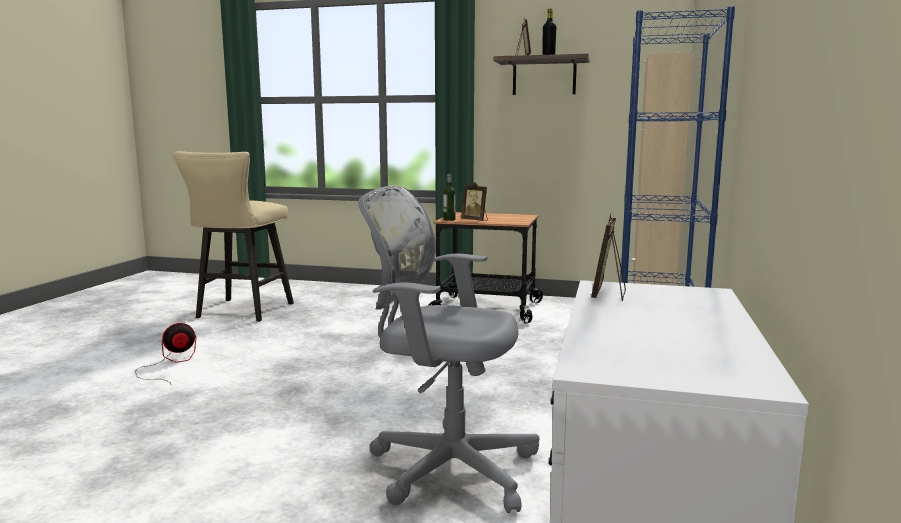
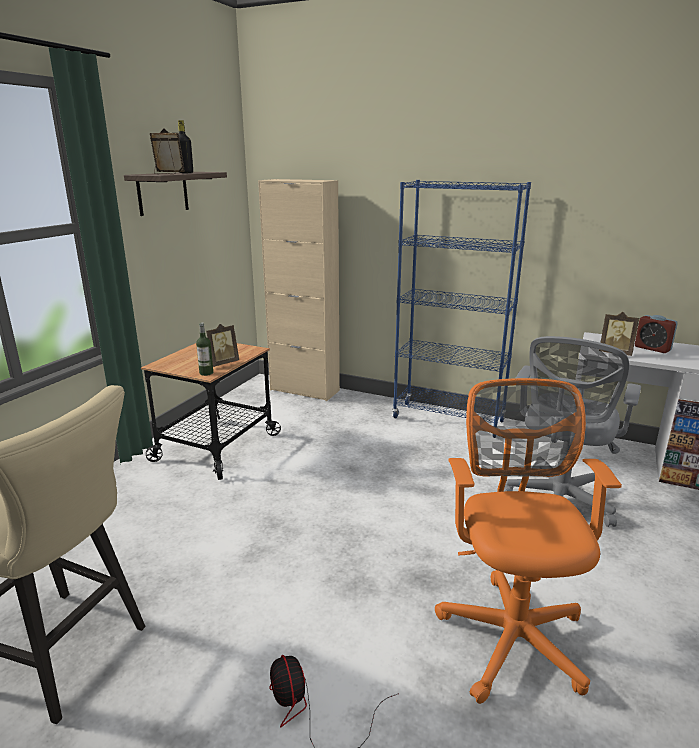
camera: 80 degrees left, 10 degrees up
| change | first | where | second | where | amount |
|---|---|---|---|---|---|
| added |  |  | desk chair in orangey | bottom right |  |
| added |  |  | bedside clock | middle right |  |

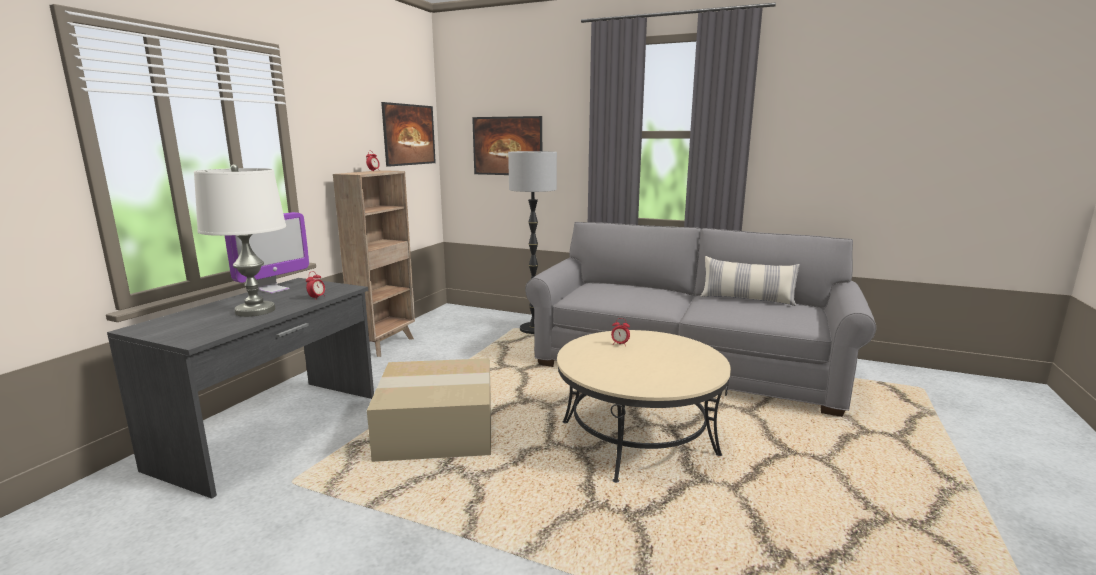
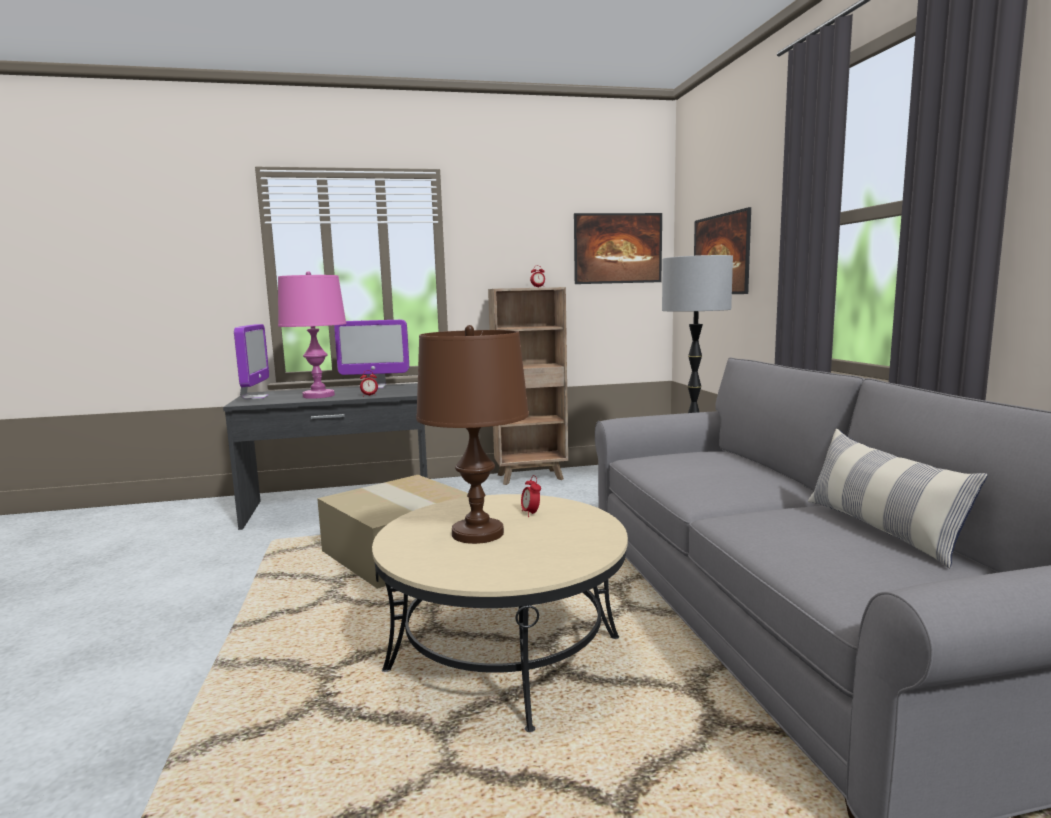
camera: 55 degrees right, 5 degrees down
| change | first | where | second | where | amount |
|---|---|---|---|---|---|
| added |  |  | computer screen (1st from left) | middle left |  |
| recoloured | lamp for a table in whitish | middle left | lamp for a table in pink | middle left |  |
| added |  |  | lamp for a table in brown | centre |  |

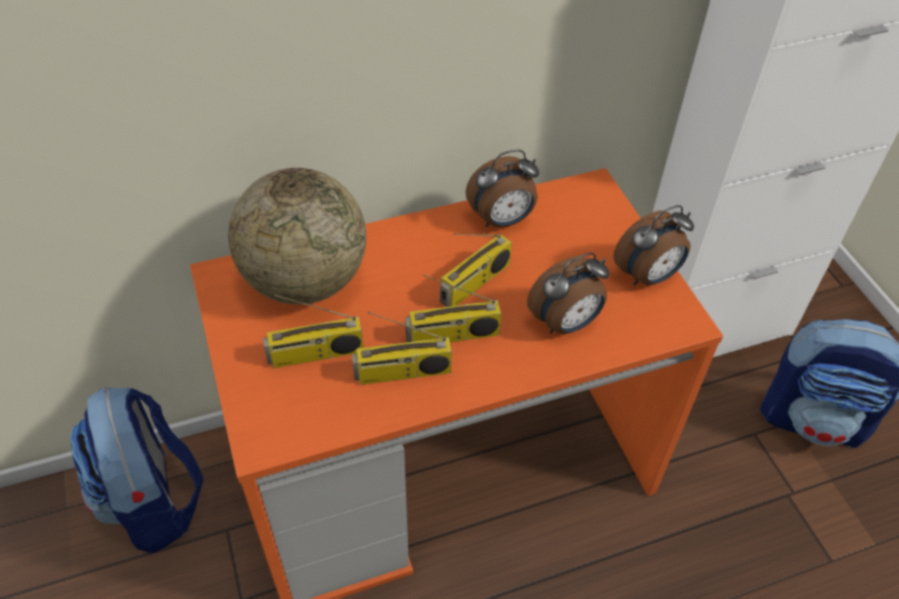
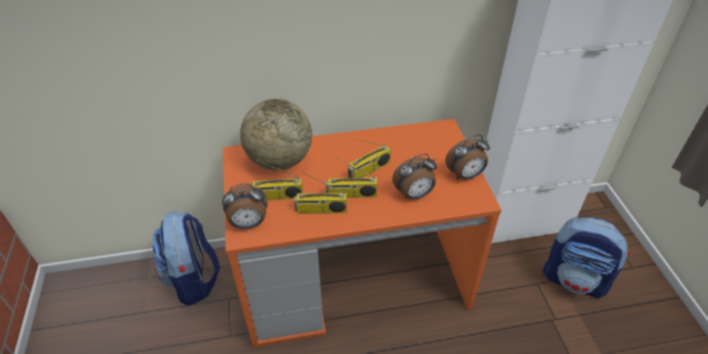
camera: 10 degrees right, 5 degrees down
| change | first | where | second | where | amount |
|---|---|---|---|---|---|
| moved | bedside clock (1st from left) | top centre |  | centre |  |

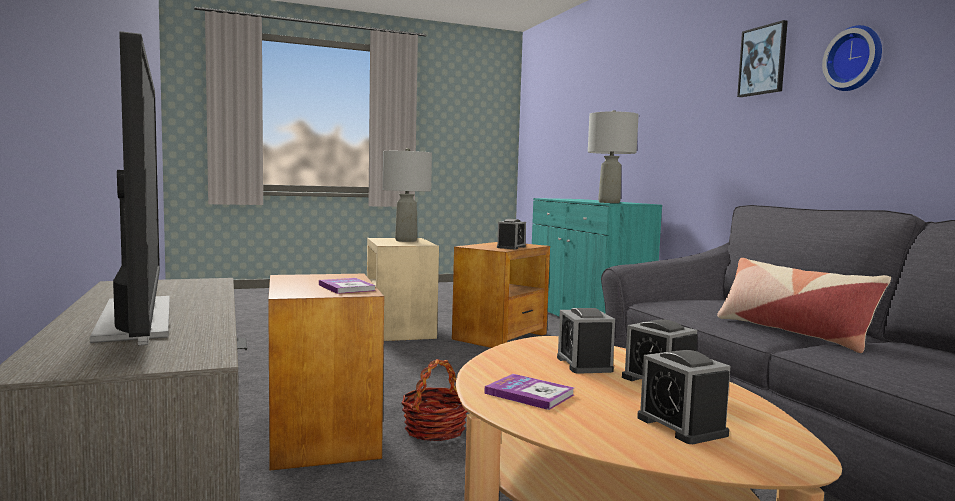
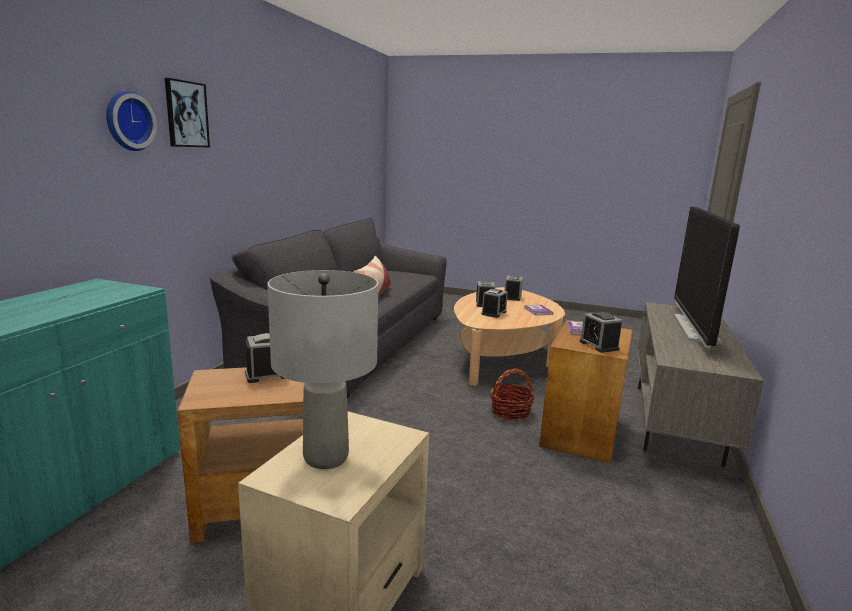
camera: 140 degrees left, 10 degrees up
| change | first | where | second | where | amount |
|---|---|---|---|---|---|
| moved | clock on the wall | top right |  | top left |  |
| added |  |  | bedside clock (5th from left) | middle right |  |
| removed | lamp for a table in grey (2nd from left) | top centre |  |  |  |

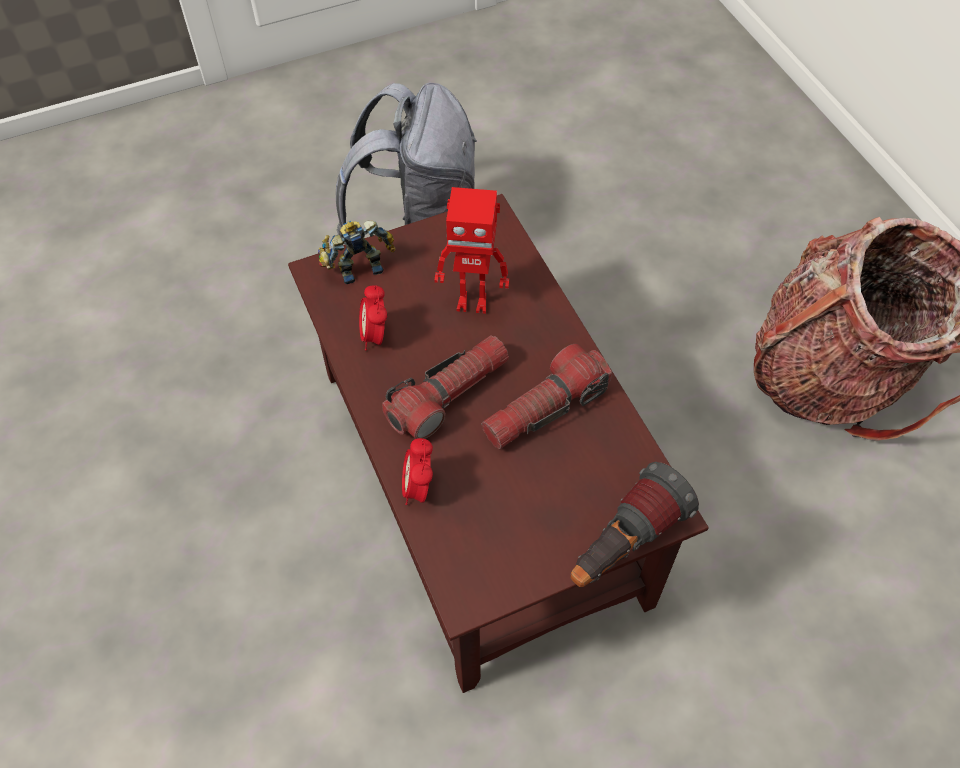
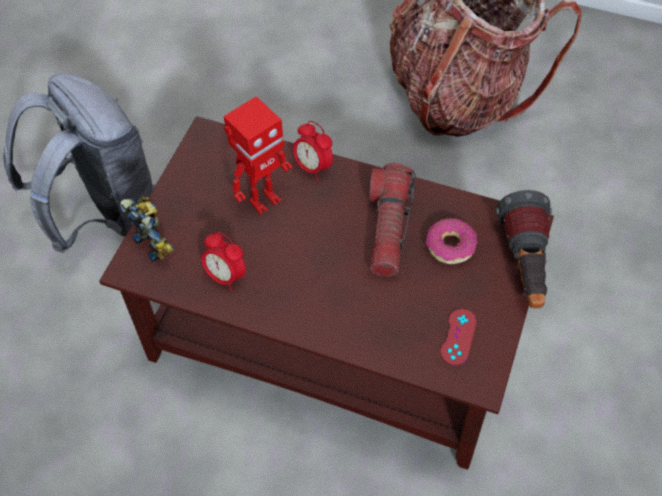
camera: 45 degrees left, 0 degrees up
| change | first | where | second | where | amount |
|---|---|---|---|---|---|
| turned | toy robot (1st from left) | top centre |  | middle left | 120 degrees clockwise |
| moved | bedside clock (2nd from left) | centre |  | top centre |  |
| added |  |  | donut | middle right |  |
| added |  |  | game controller in red | bottom right |  |
| removed | flashlight (1st from left) | centre |  |  |  |

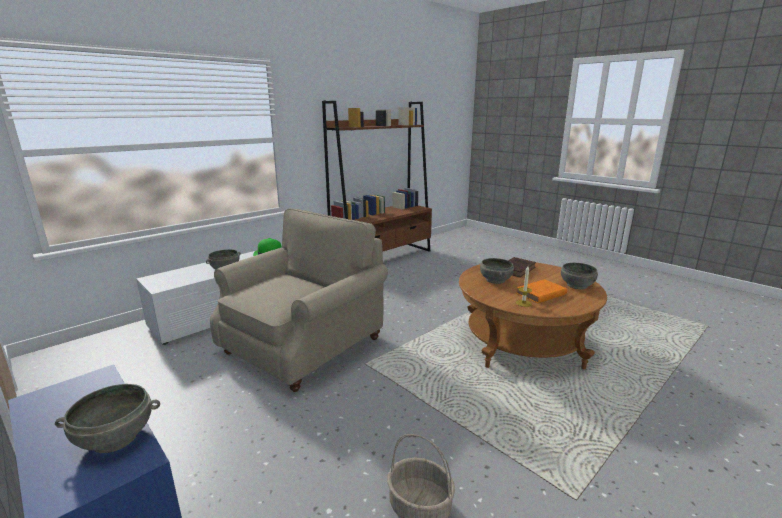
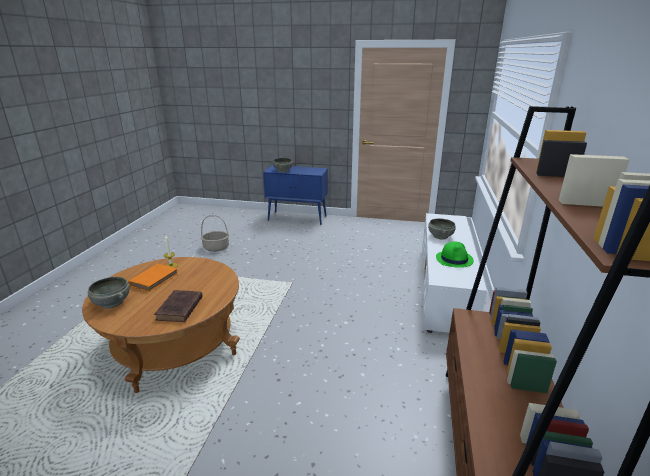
camera: 145 degrees right, 5 degrees up
| change | first | where | second | where | amount |
|---|---|---|---|---|---|
| removed | lounge chair in sand-coloured | centre |  |  |  |
| removed | deep dish in grey (3rd from left) | centre |  |  |  |

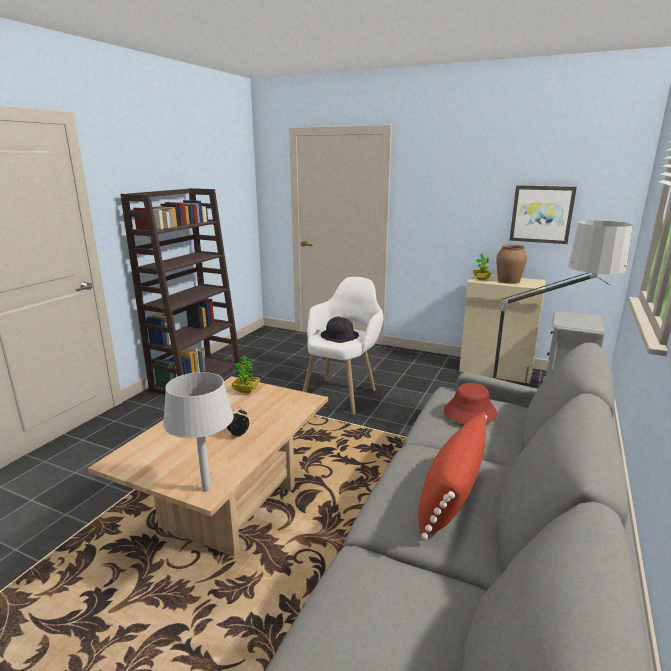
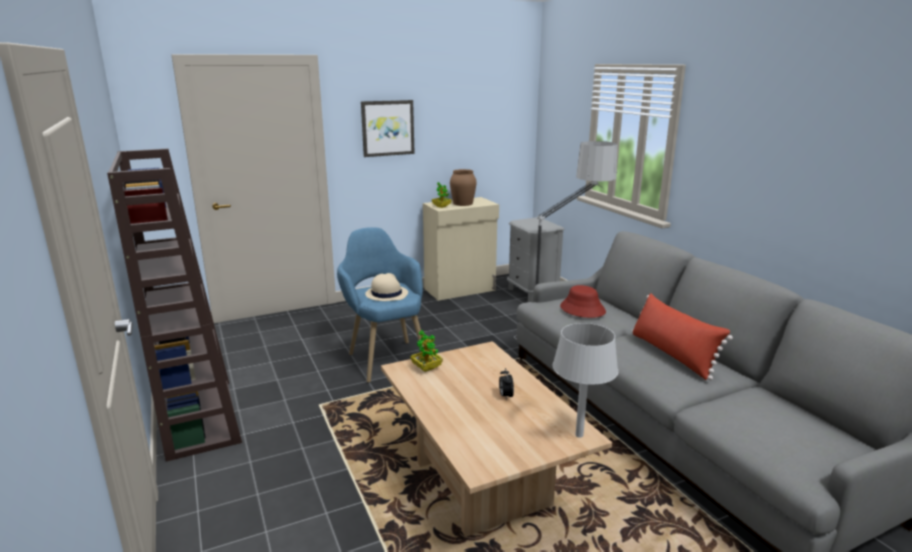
camera: 50 degrees left, 0 degrees up
| change | first | where | second | where | amount |
|---|---|---|---|---|---|
| recoloured | lounge chair in whitish | centre | lounge chair in bluish | centre |  |
| moved | wall art | top right |  | top centre |  |
| recoloured | hat in blackish | centre | hat in sand-coloured | centre |  |

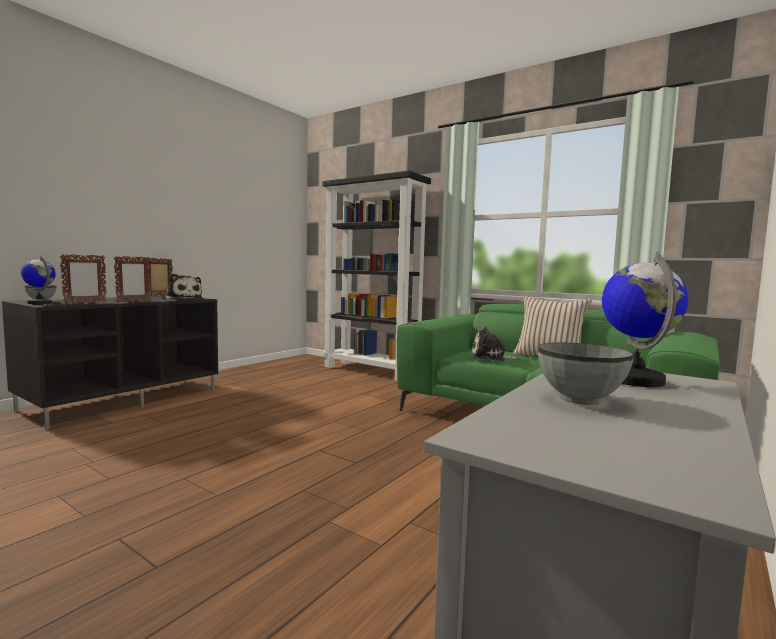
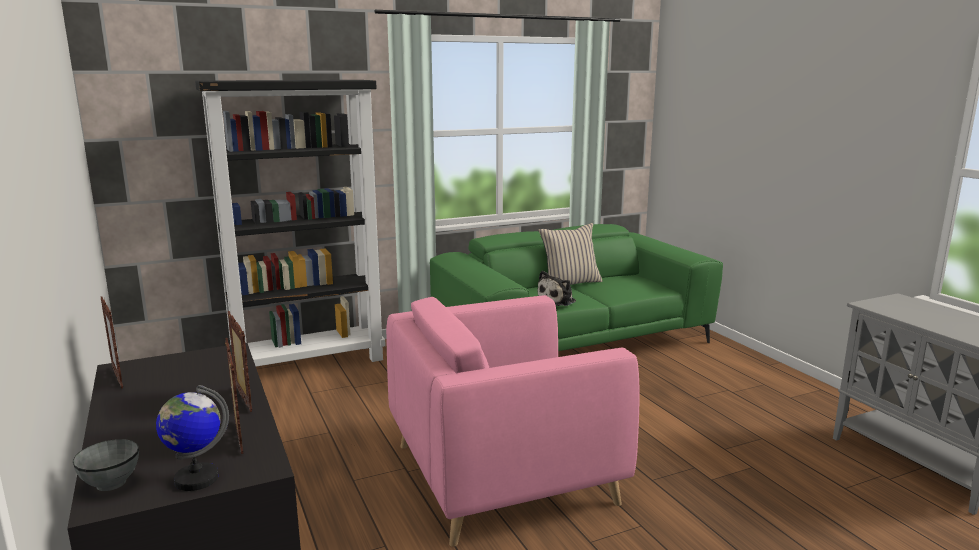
camera: 60 degrees left, 10 degrees up
| change | first | where | second | where | amount |
|---|---|---|---|---|---|
| added |  |  | lounge chair in pink | bottom centre |  |
| removed | cuddly toy (1st from left) | middle left |  |  |  |
| removed | deep dish in grey (2nd from left) | middle right |  |  |  |
| removed | world globe (2nd from left) | middle right |  |  |  |

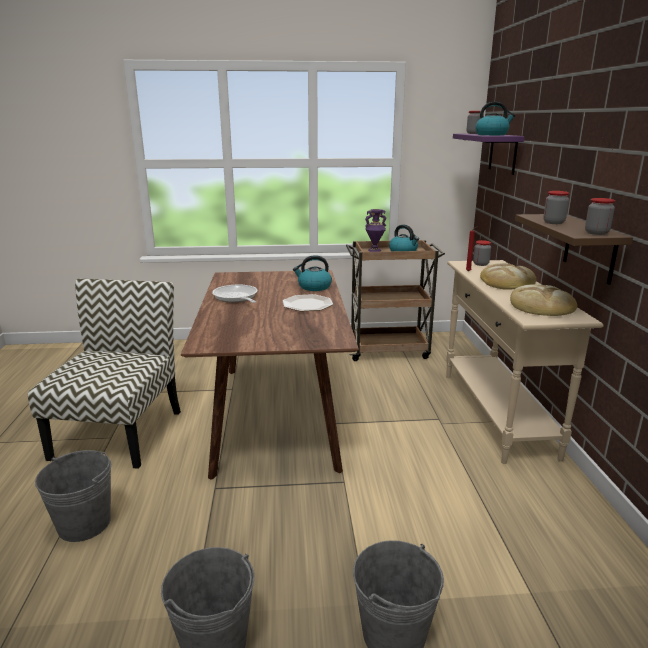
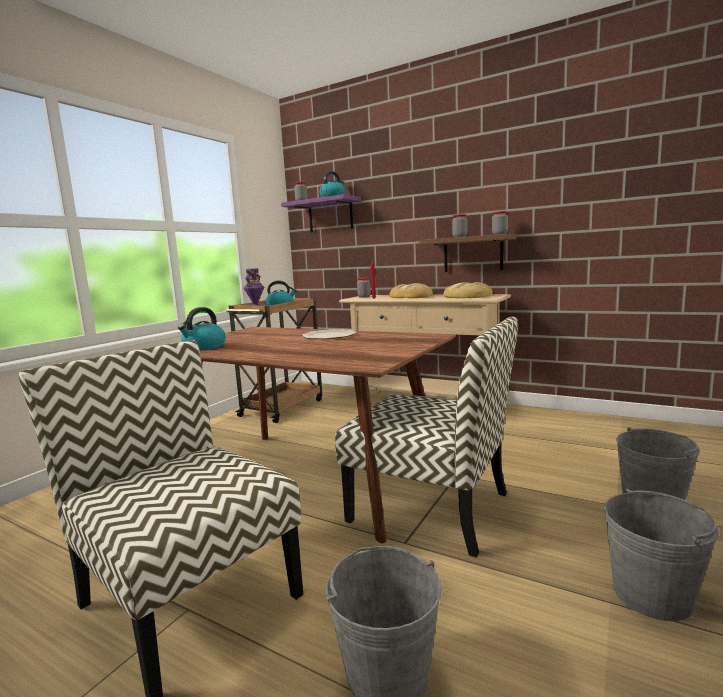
camera: 55 degrees left, 10 degrees down
| change | first | where | second | where | amount |
|---|---|---|---|---|---|
| moved | water kettle (1st from left) | centre |  | middle left |  |
| added |  |  | chair (2nd from left) | centre |  |
| removed | pan | centre |  |  |  |

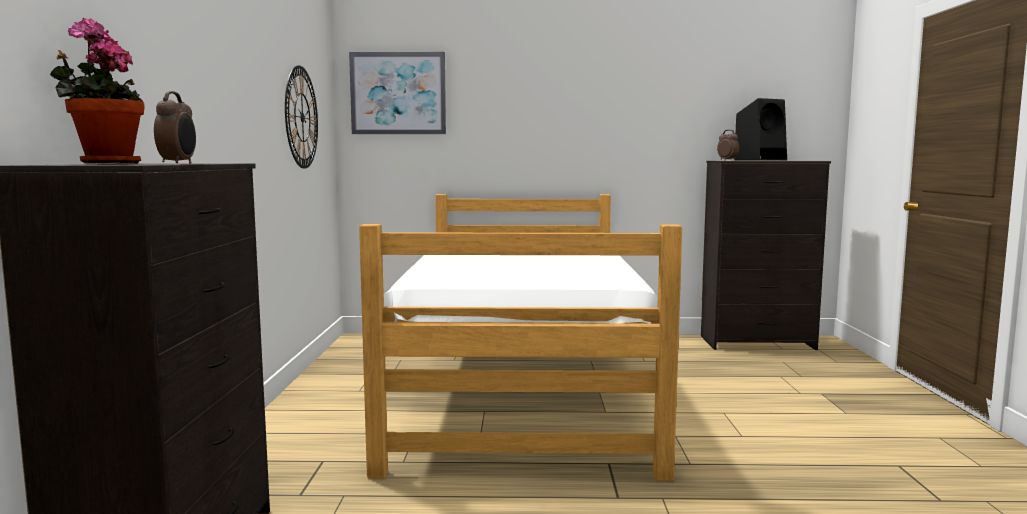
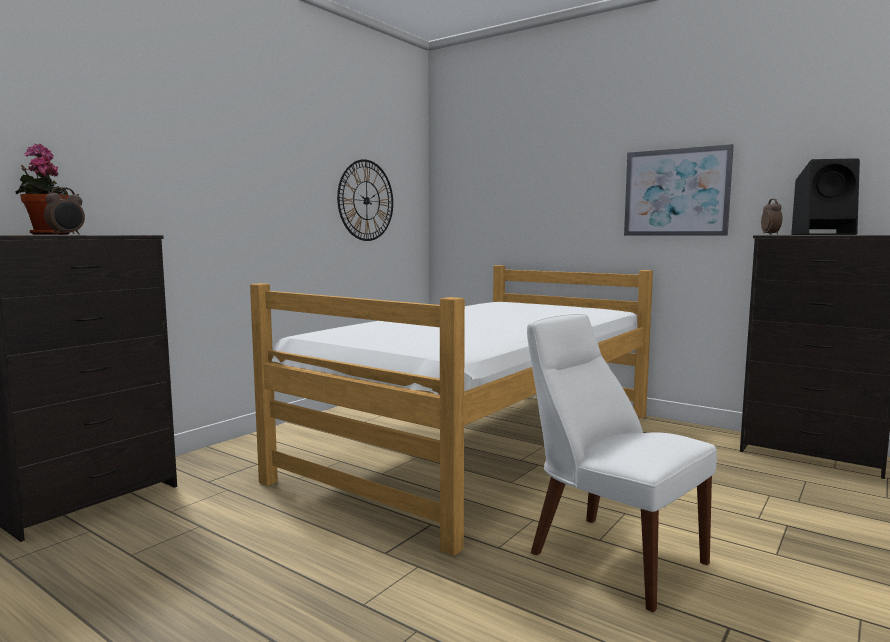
camera: 35 degrees right, 0 degrees up
| change | first | where | second | where | amount |
|---|---|---|---|---|---|
| added |  |  | chair in whitish | bottom right |  |
| moved | wall art | top centre |  | top right |  |

